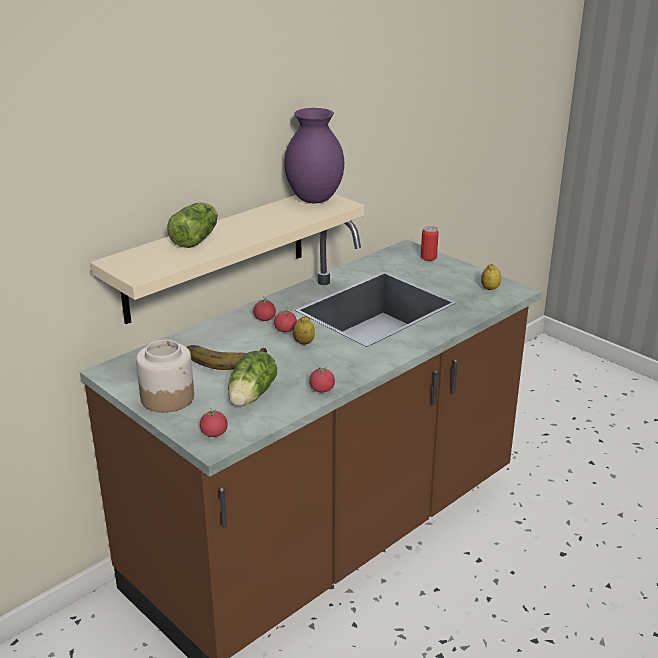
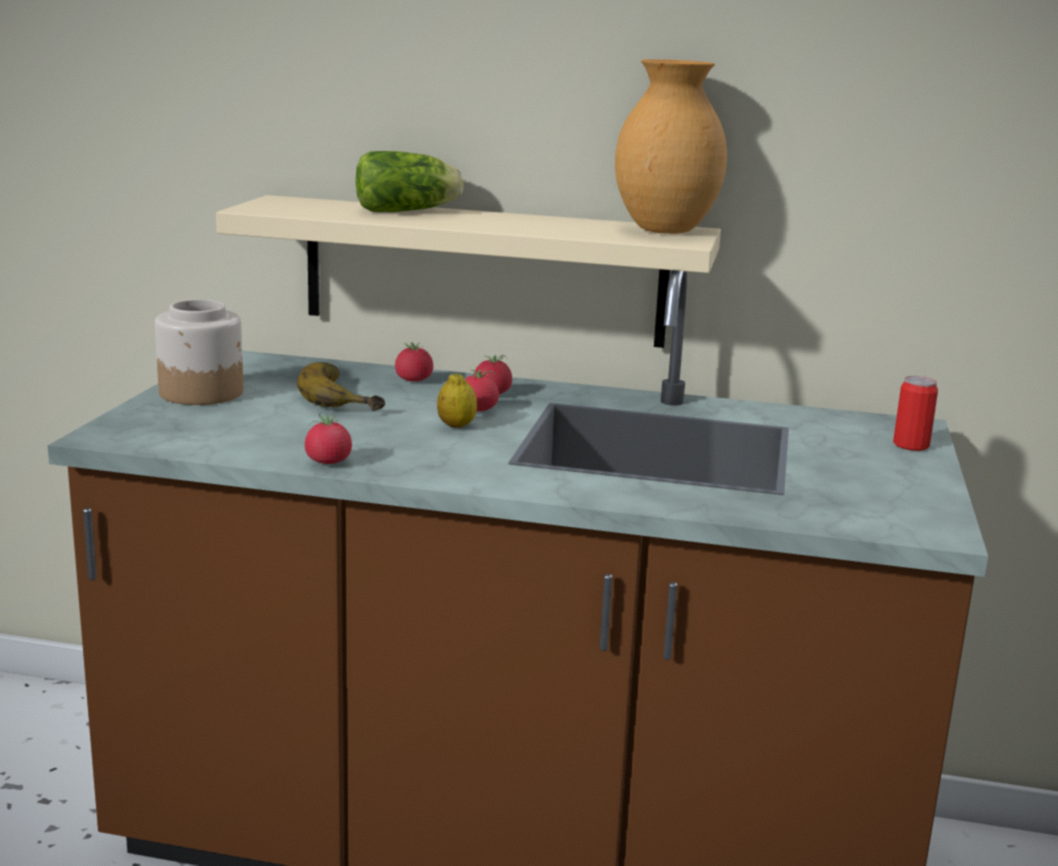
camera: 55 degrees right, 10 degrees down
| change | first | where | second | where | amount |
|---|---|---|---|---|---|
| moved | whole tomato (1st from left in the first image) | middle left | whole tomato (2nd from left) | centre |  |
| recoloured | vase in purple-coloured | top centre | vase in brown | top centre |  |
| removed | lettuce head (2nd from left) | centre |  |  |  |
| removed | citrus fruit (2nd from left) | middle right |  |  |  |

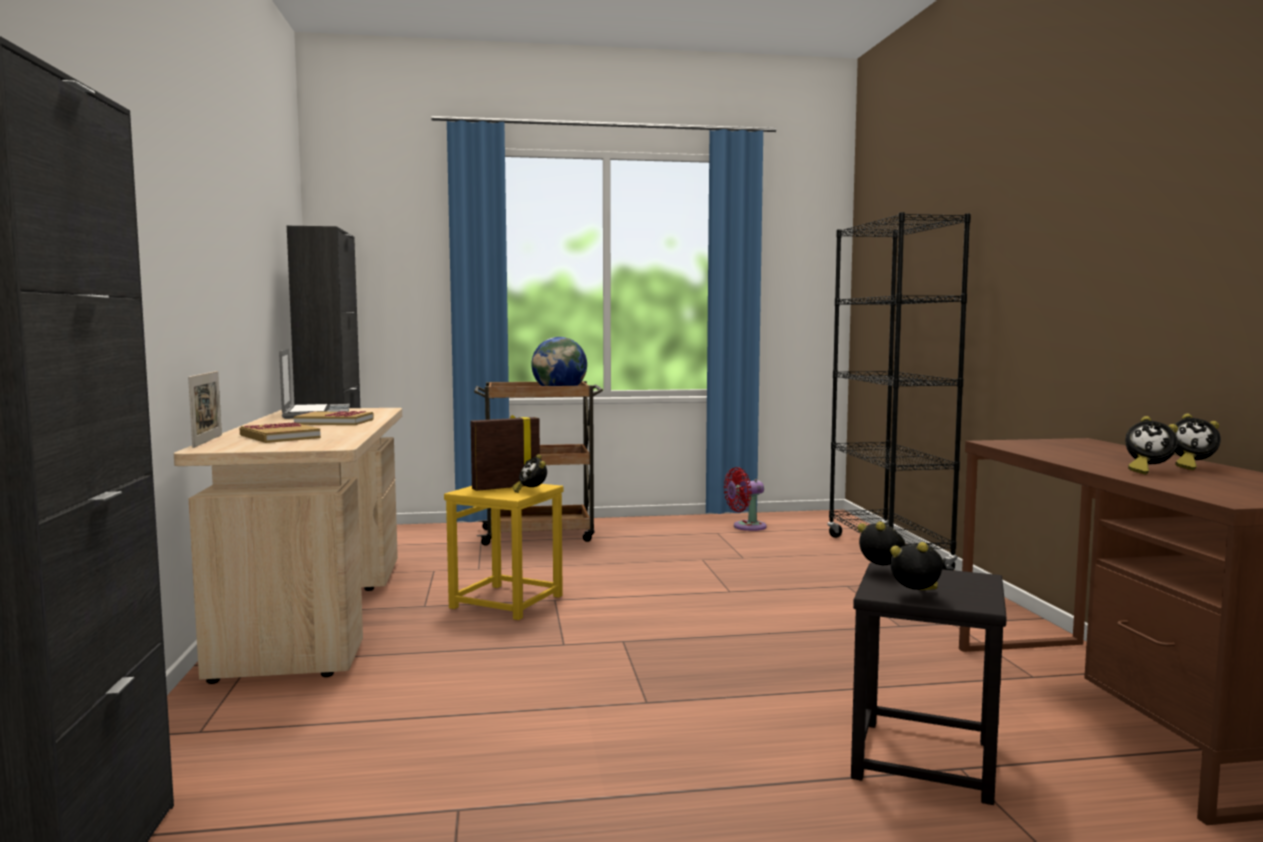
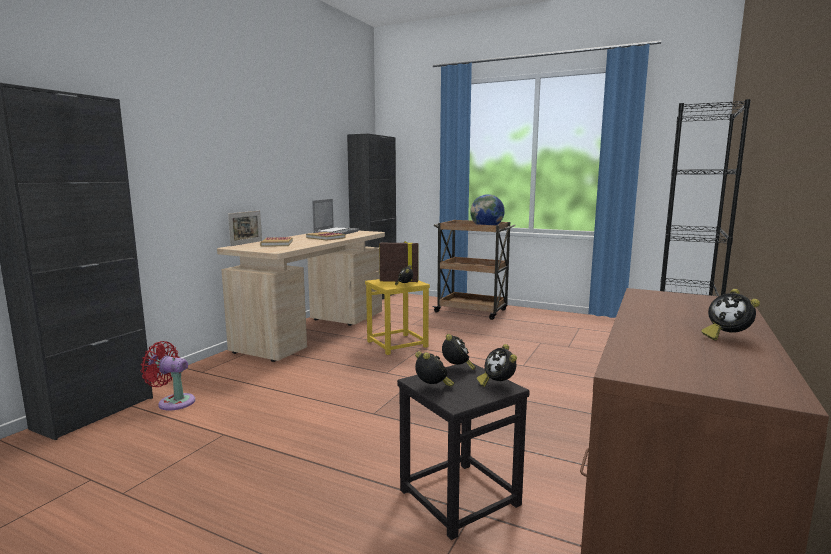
camera: 35 degrees right, 5 degrees up
| change | first | where | second | where | amount |
|---|---|---|---|---|---|
| moved | cooling fan in red | centre |  | bottom left |  |
| moved | bedside clock (4th from left) | middle right |  | centre |  |

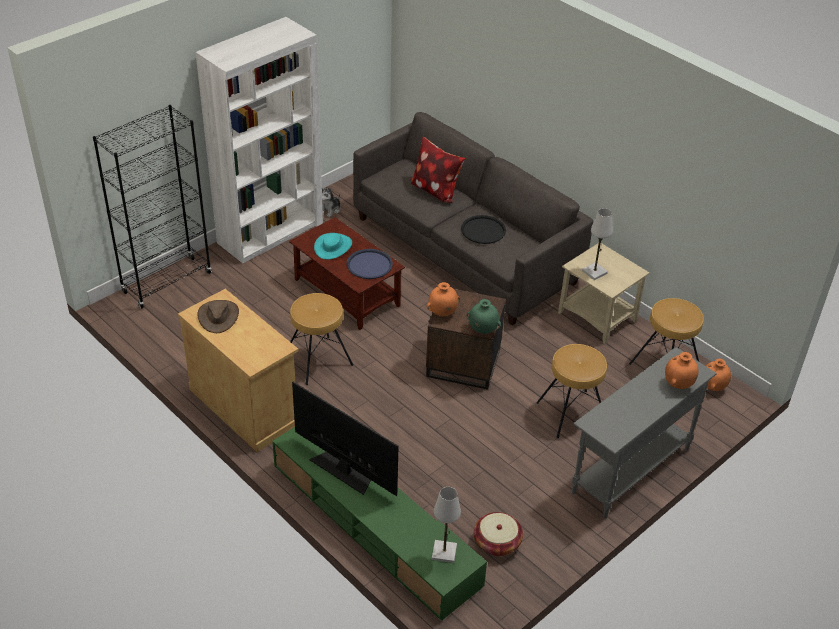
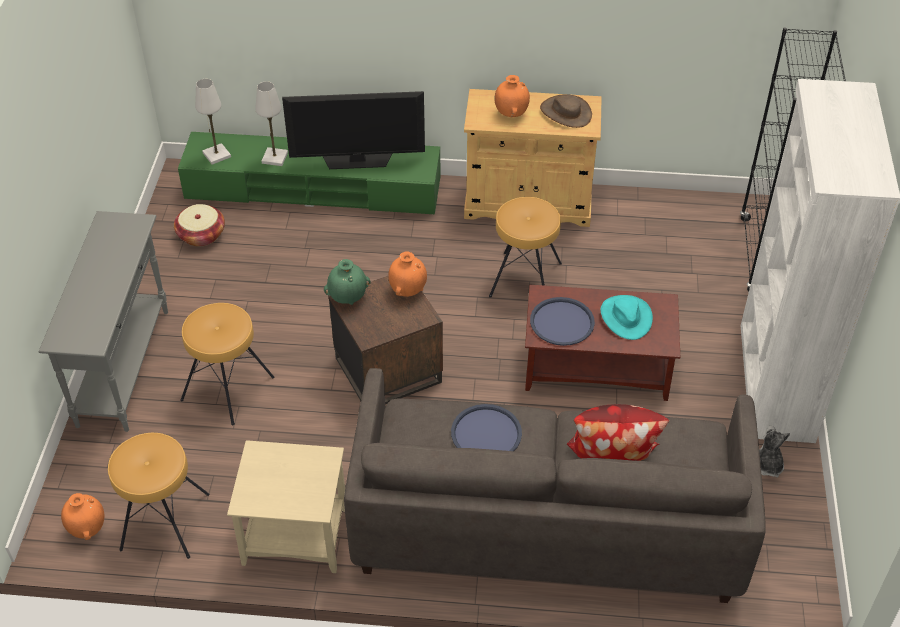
camera: 140 degrees right, 5 degrees up
| change | first | where | second | where | amount |
|---|---|---|---|---|---|
| moved | lamp for a table in whitish (2nd from left) | middle right |  | top left |  |
| recoloured | tray in blackish | centre | tray in bluish (1st from left) | bottom centre |  |
| moved | vase in orangey (2nd from left in the first image) | middle right | vase in orangey (3rd from left) | top centre |  |

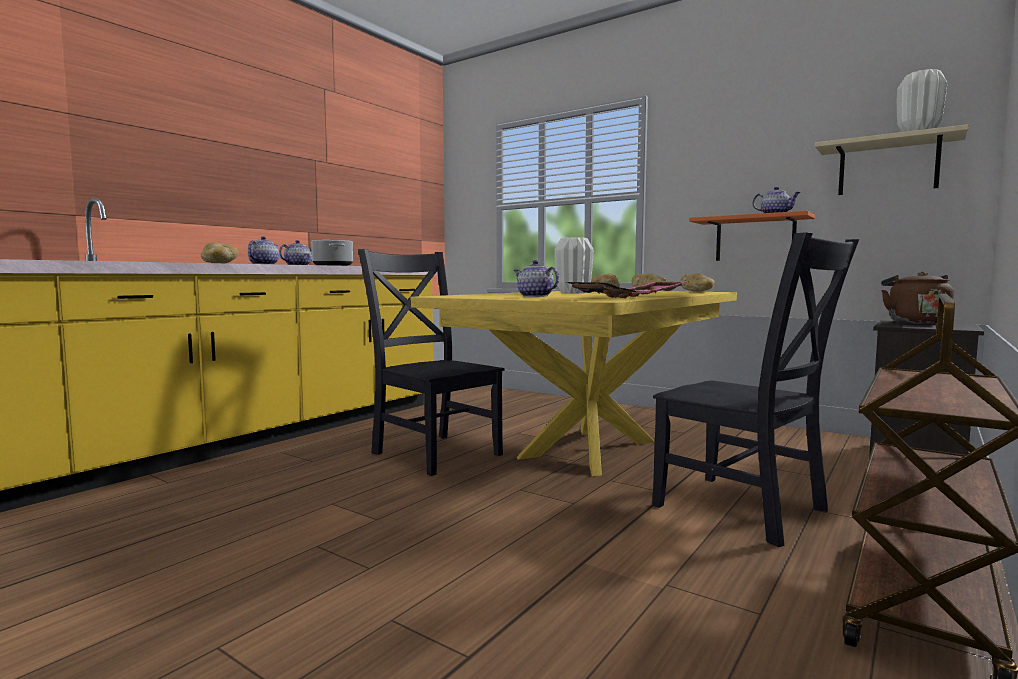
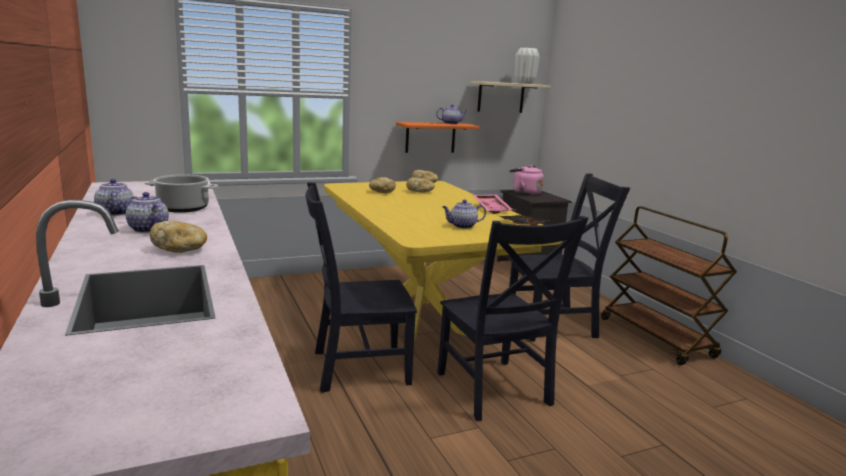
camera: 60 degrees left, 10 degrees up
| change | first | where | second | where | amount |
|---|---|---|---|---|---|
| added |  |  | chair in blackish (2nd from left) | bottom centre |  |
| recoloured | water kettle in brown | middle right | water kettle in pink | centre |  |
| removed | vase in whitish (1st from left) | centre |  |  |  |

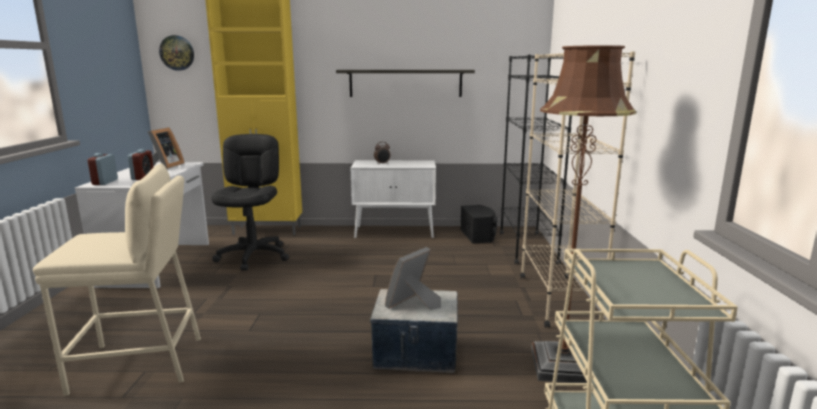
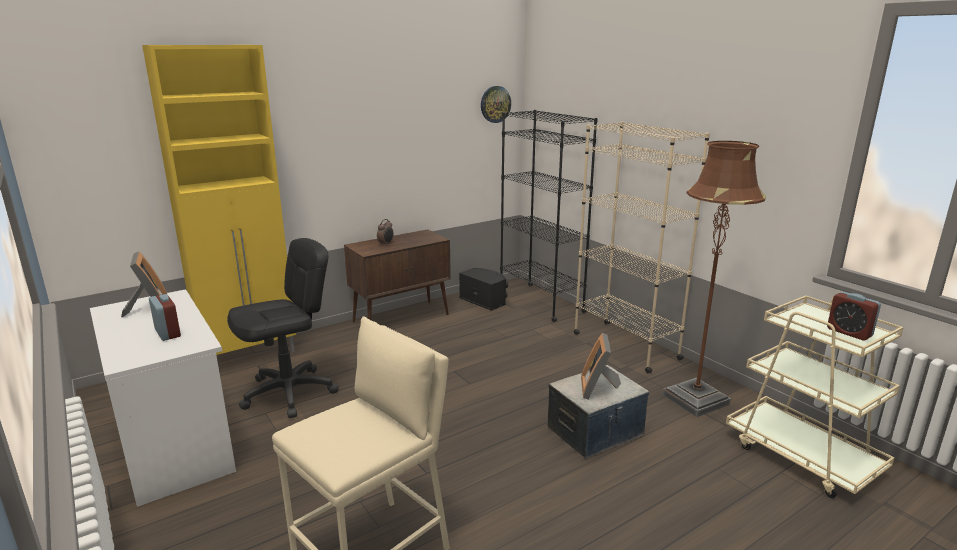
camera: 35 degrees left, 5 degrees up
| change | first | where | second | where | amount |
|---|---|---|---|---|---|
| turned | desk chair in blackish | middle left |  | middle left | 90 degrees clockwise |
| recoloured | cupboard in whitish | centre | cupboard in brown | centre |  |
| moved | clock on the wall | top left |  | top centre |  |
| moved | bedside clock (1st from left in the first image) | middle left | bedside clock (3rd from left) | middle right |  |
| removed | shelf | top centre |  |  |  |

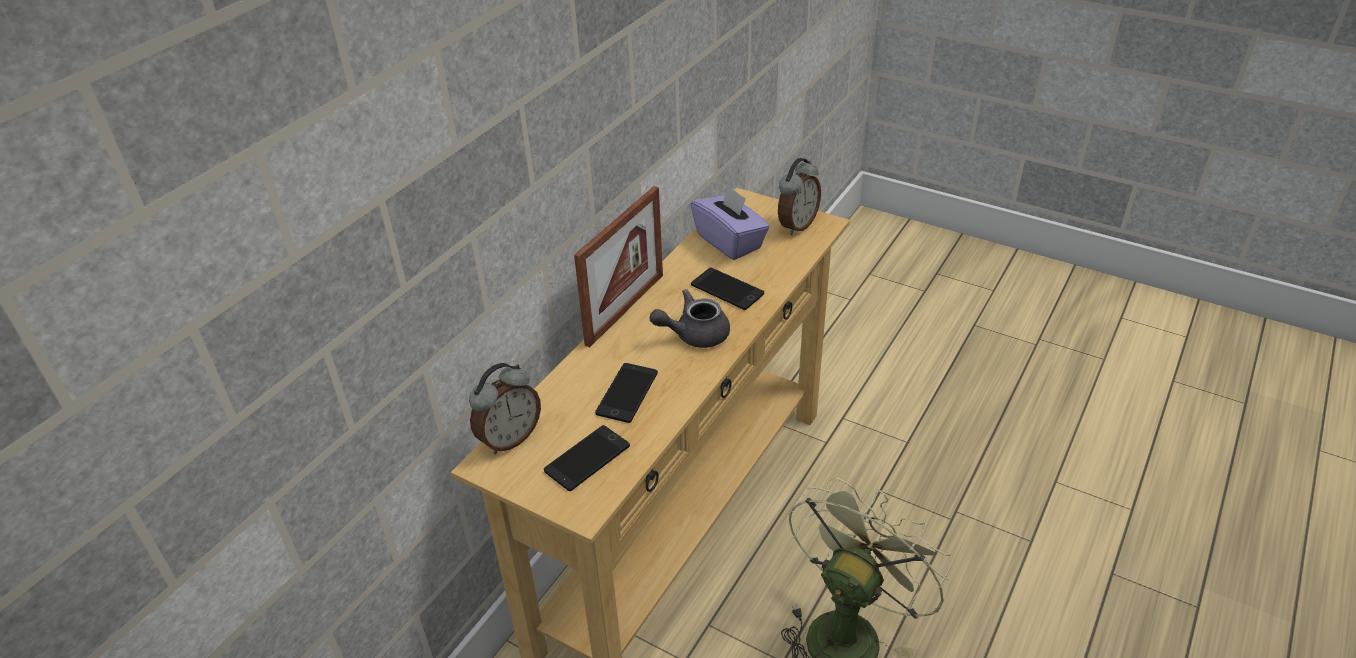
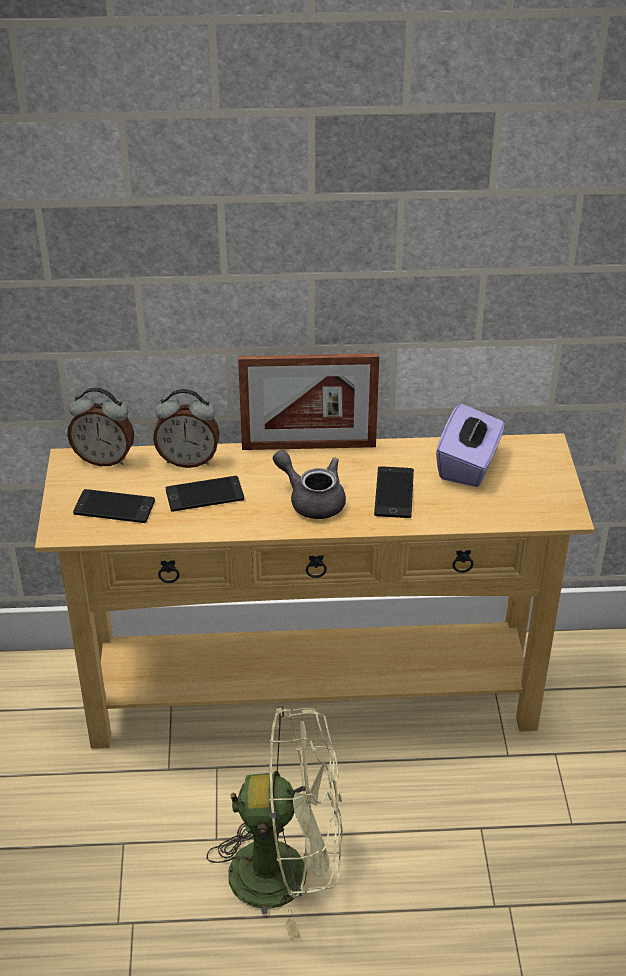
camera: 55 degrees right, 0 degrees up
| change | first | where | second | where | amount |
|---|---|---|---|---|---|
| moved | bedside clock (2nd from left) | top centre |  | middle left |  |

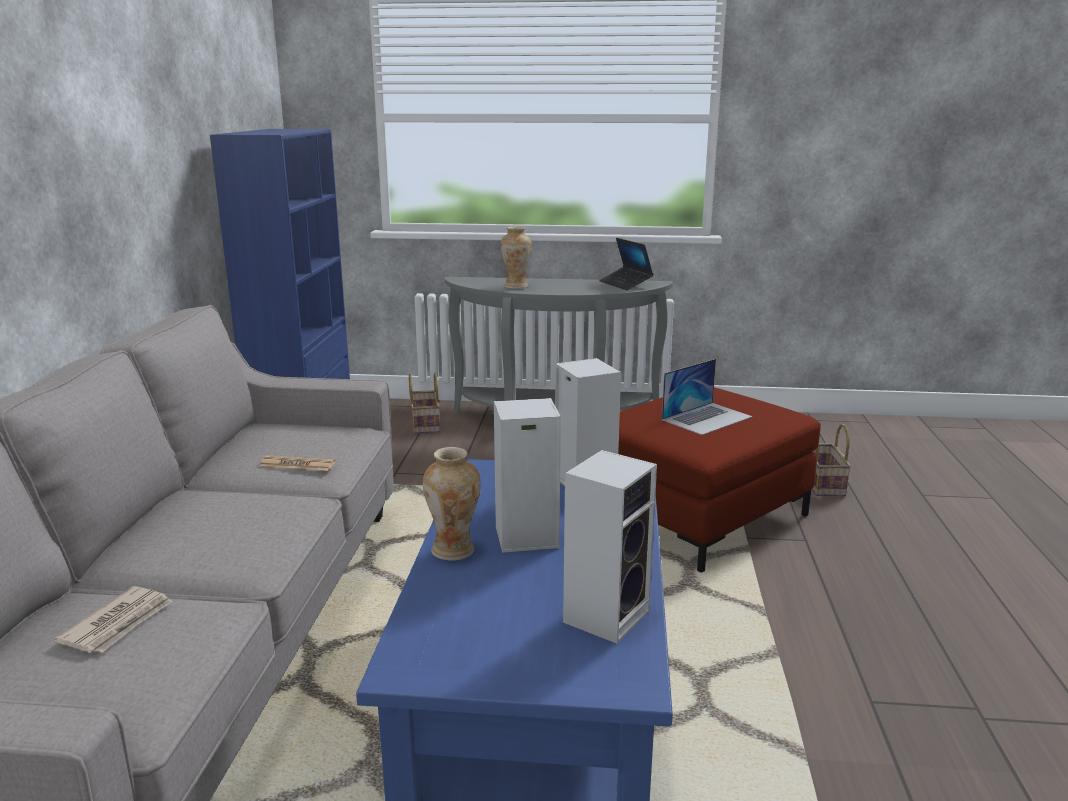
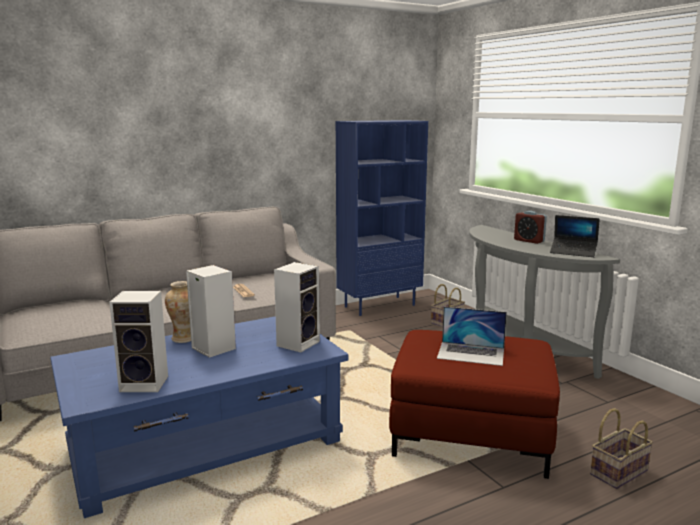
camera: 55 degrees right, 5 degrees down
| change | first | where | second | where | amount |
|---|---|---|---|---|---|
| added |  |  | bedside clock | middle right |  |
| turned | laptop (1st from left in the first image) | top centre | laptop (2nd from left) | middle right | 90 degrees counterclockwise |
| removed | printed paper (1st from left) | bottom left |  |  |  |
| removed | vase (2nd from left) | top centre |  |  |  |

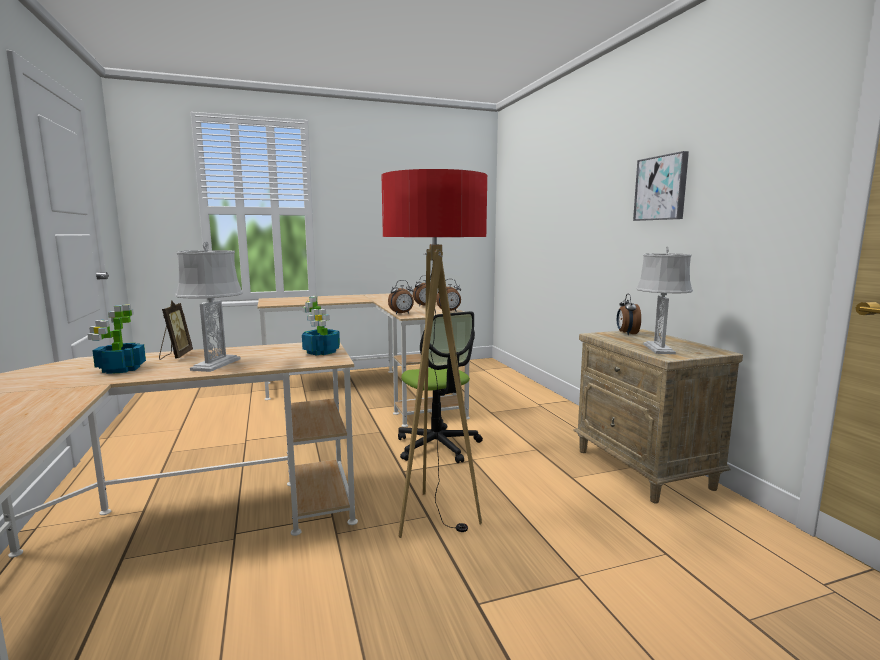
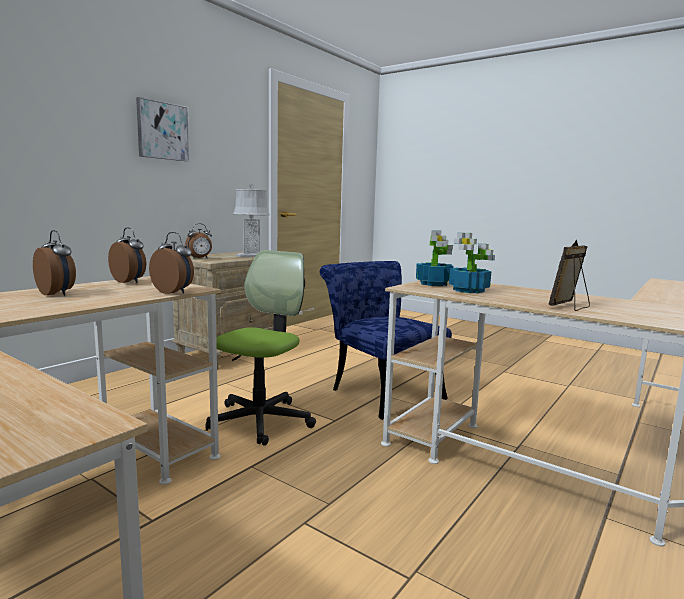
camera: 125 degrees left, 0 degrees up
| change | first | where | second | where | amount |
|---|---|---|---|---|---|
| replaced | standard lamp | centre | chair in bluish | centre |  |
| moved | plant in a pot (1st from left in the first image) | middle left | plant in a pot (2nd from left) | middle right |  |
| removed | lamp for a table in grey (1st from left) | middle left |  |  |  |

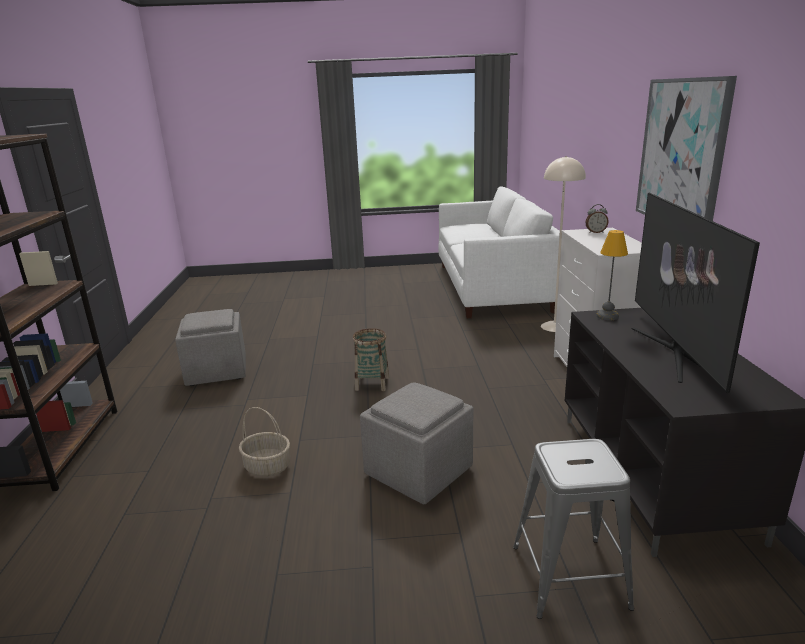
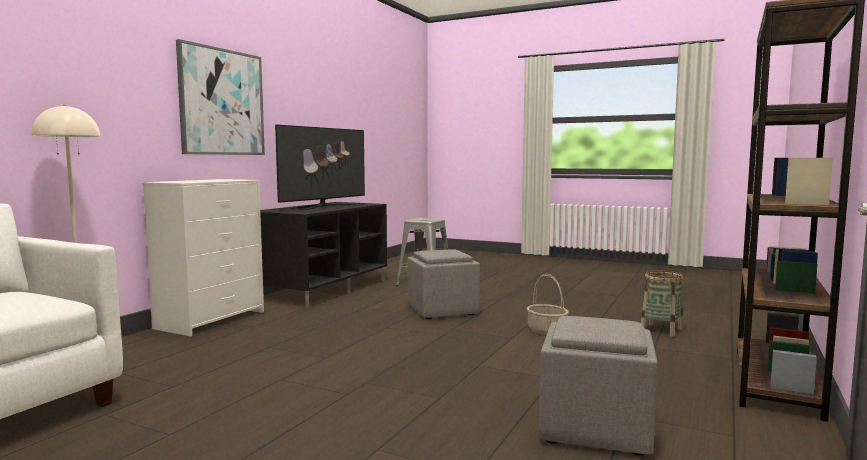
camera: 150 degrees left, 15 degrees down
| change | first | where | second | where | amount |
|---|---|---|---|---|---|
| moved | basket (2nd from left) | centre |  | middle right |  |
| removed | bedside clock | middle right |  |  |  |
| removed | lamp for a table | middle right |  |  |  |

